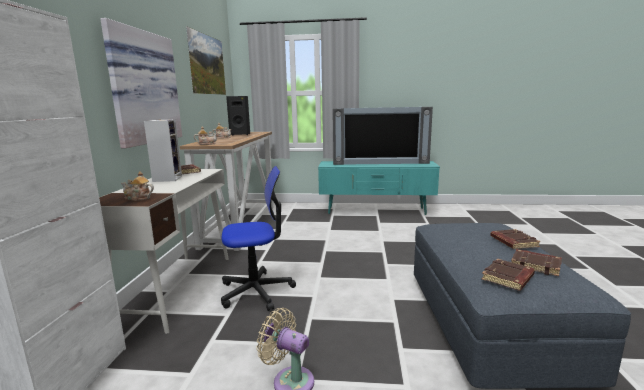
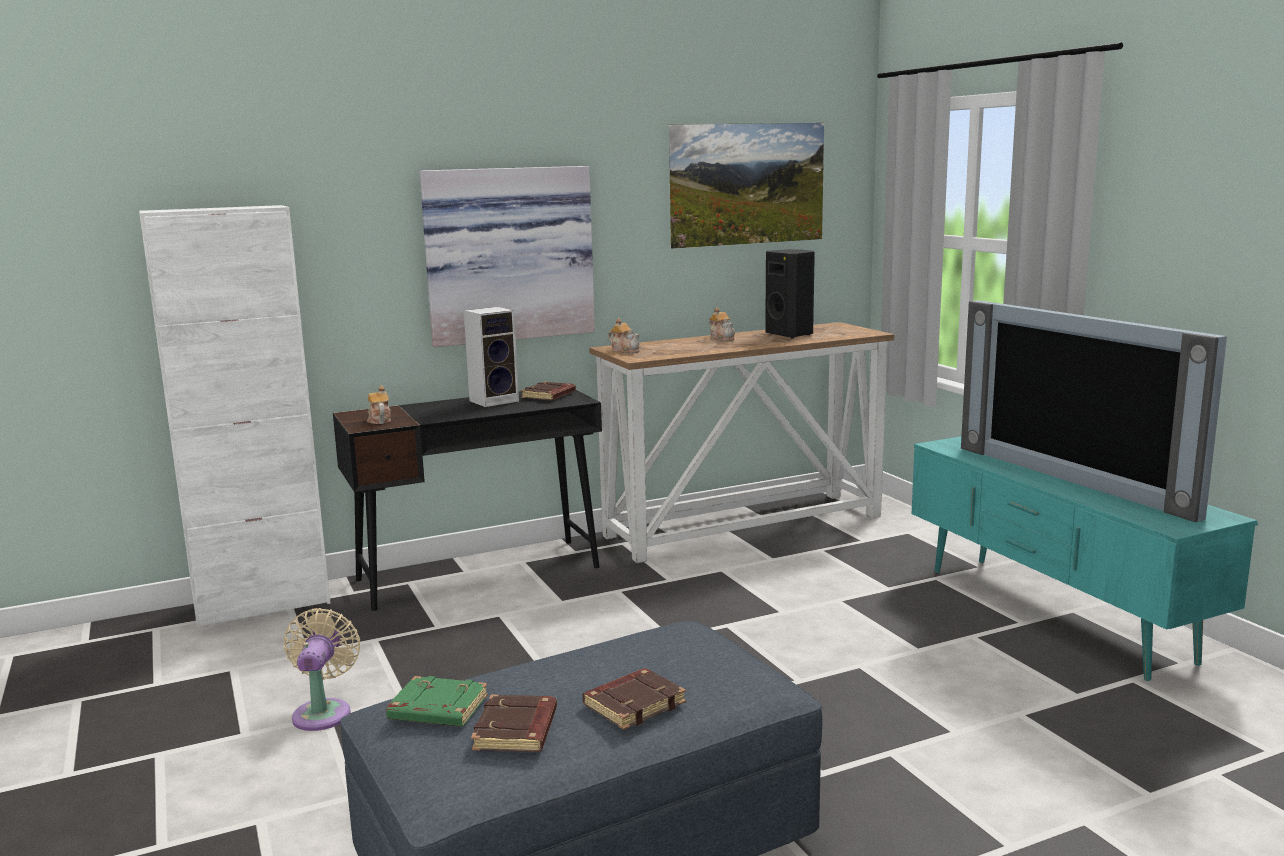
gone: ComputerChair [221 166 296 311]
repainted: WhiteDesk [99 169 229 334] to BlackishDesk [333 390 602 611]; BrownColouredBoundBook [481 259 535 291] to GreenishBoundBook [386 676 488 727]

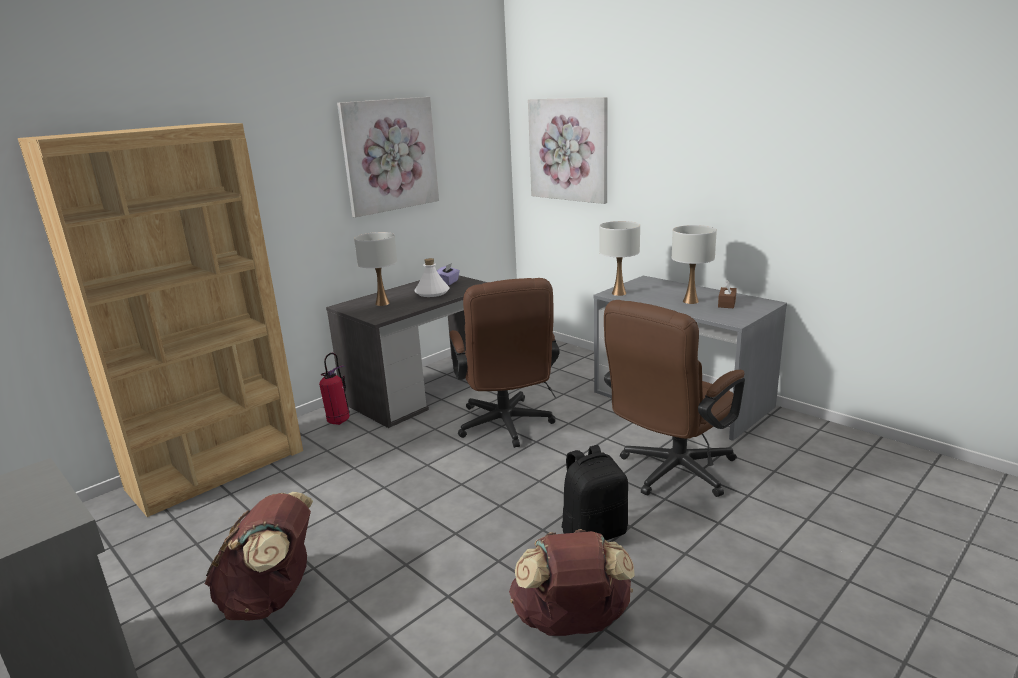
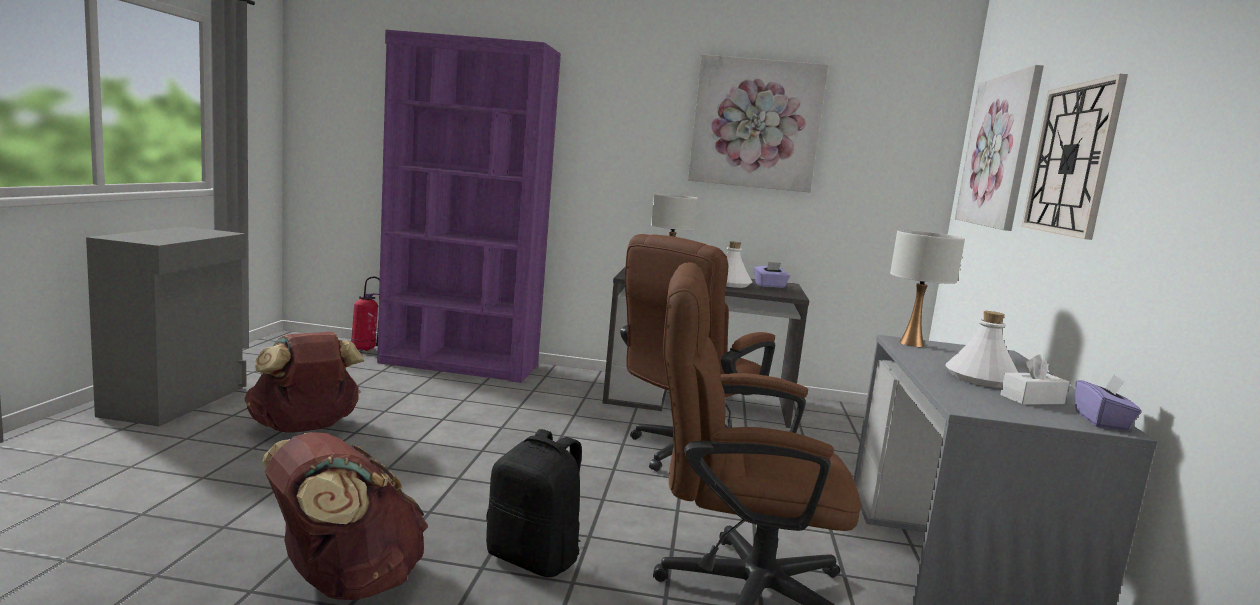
new: ClockOnTheWall [1021 74 1128 240]; PurpleTissueBox [1075 375 1142 431]
shifted: FireFightingCylinder [319 353 350 425] to [351 276 380 351]
swapped: WhiteTableLamp [672 225 717 304] to WhiteBeverageBottle [945 311 1018 388]
repainted: BrownColouredBookcase [18 123 303 517] to PurpleBookcase [377 30 561 383]; BrownColouredTissueBox [718 280 737 308] to WhiteTissueBox [1000 354 1069 405]

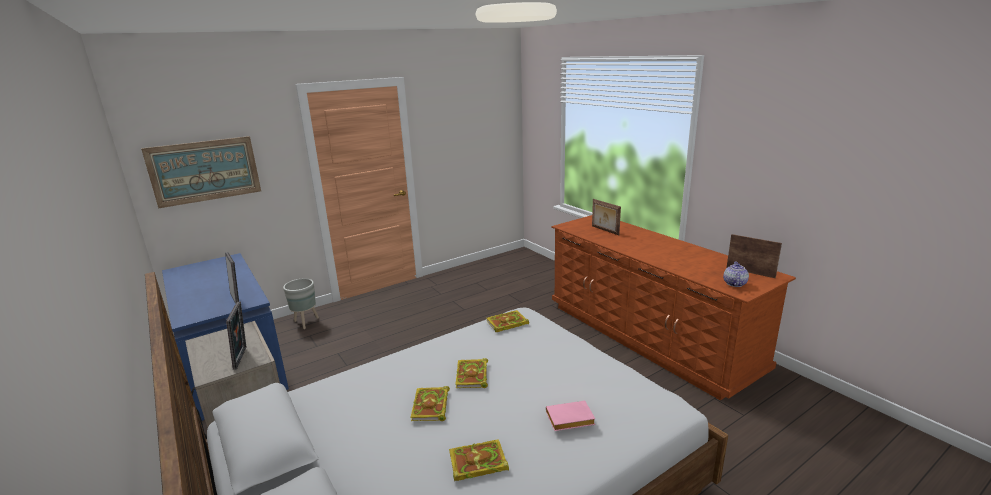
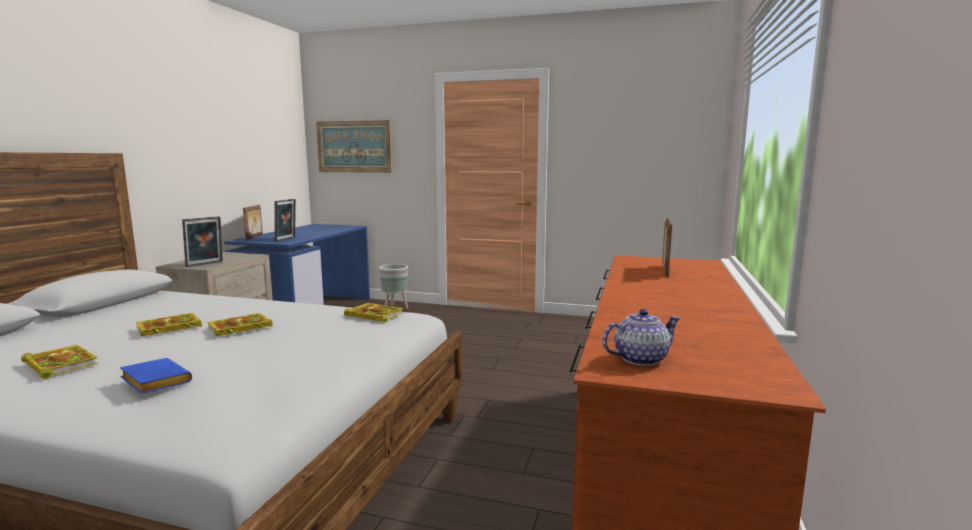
shifted: StandingFrame [726 234 782 278] to [243 205 263 240]
repainted: PinkishBoundBook [546 401 595 431] to BlueColouredBoundBook [120 358 192 394]

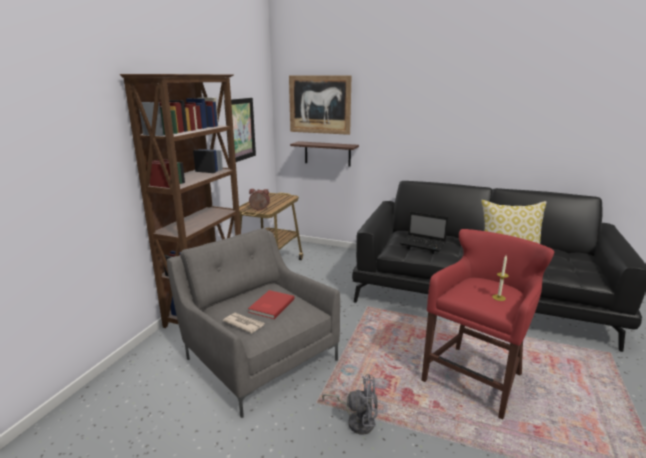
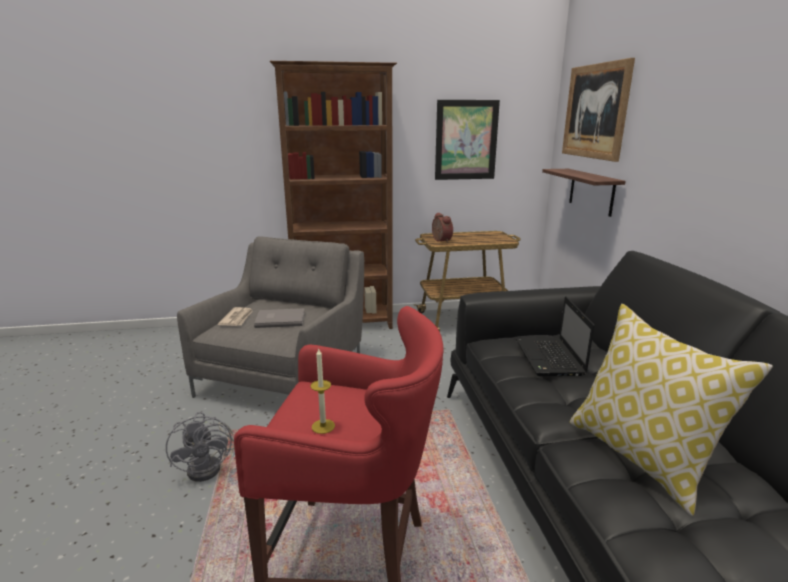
repainted: ReddishBoundBook [248 290 294 319] to GreyBoundBook [254 308 305 328]

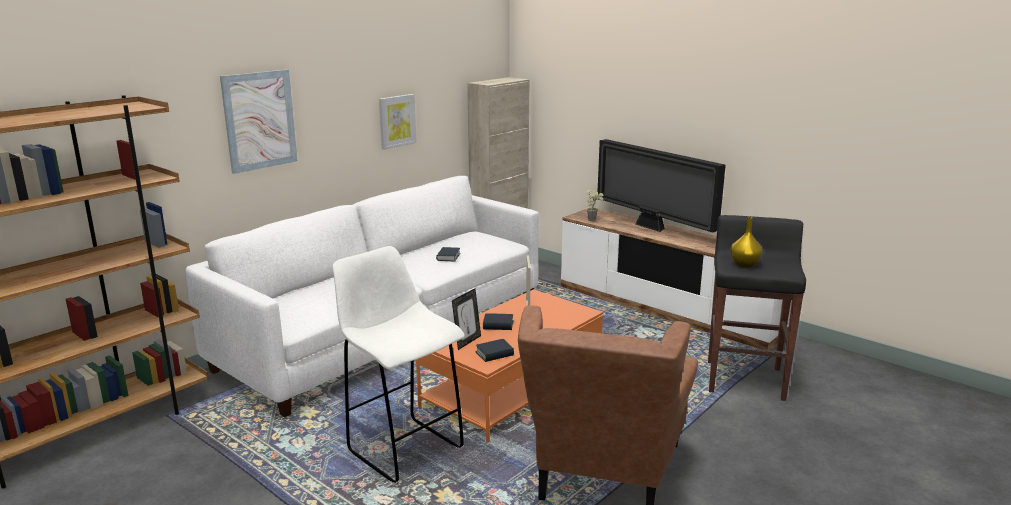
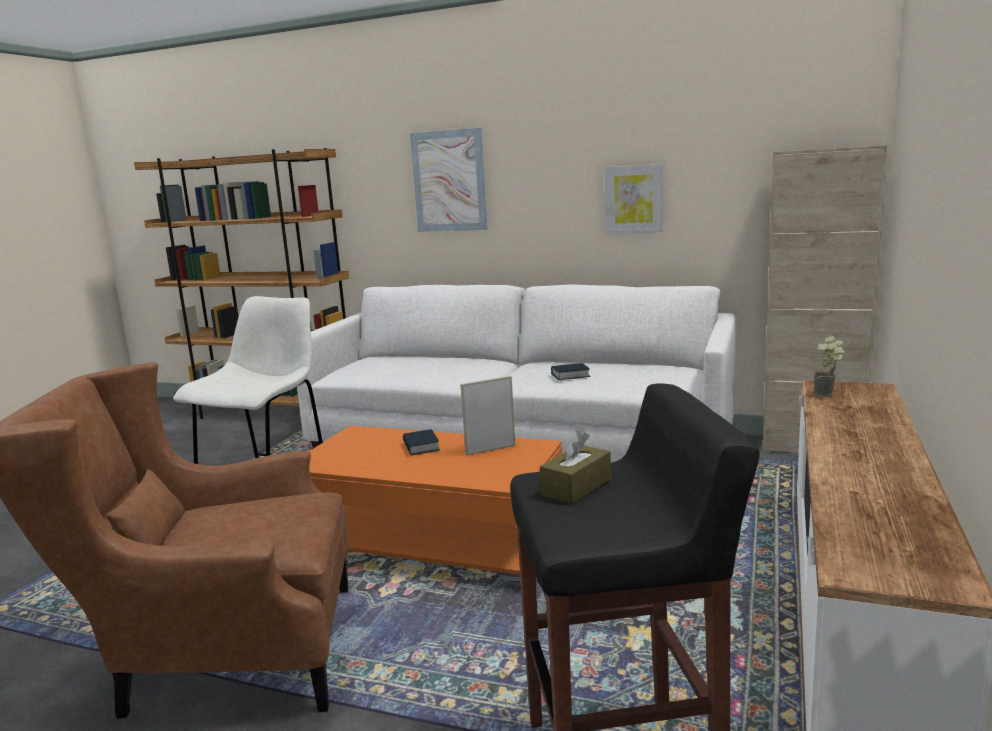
gone: Tv [598 139 726 233]; StandingFrame [452 288 481 350]; BoundBook [475 339 514 362]
swapped: YellowDecorativeVase [730 217 763 268] to BrownColouredTissueBox [540 431 611 504]

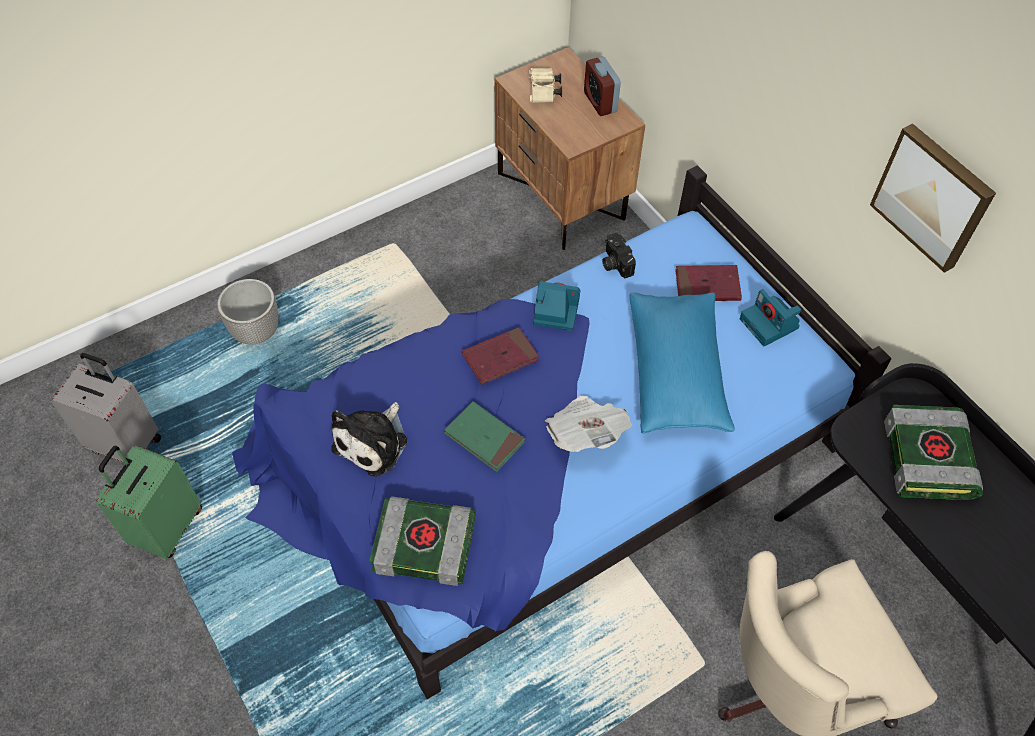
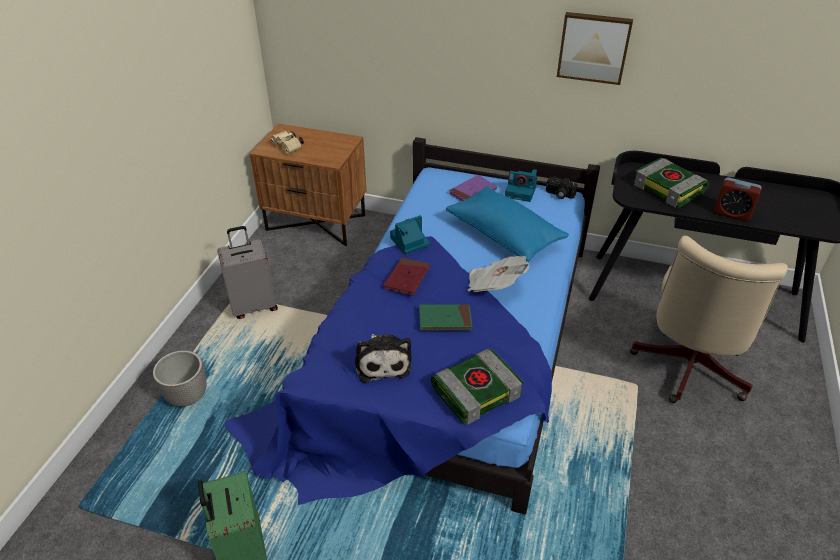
shifted: AlarmClock [584 56 621 116] to [714 177 761 221]; StillCamera [603 233 636 278] to [546 177 577 199]; GreyTravelCase [50 353 161 462] to [217 226 278 319]
repainted: ReddishBoundBook [675 265 742 301] to PurpleBoundBook [449 175 497 201]

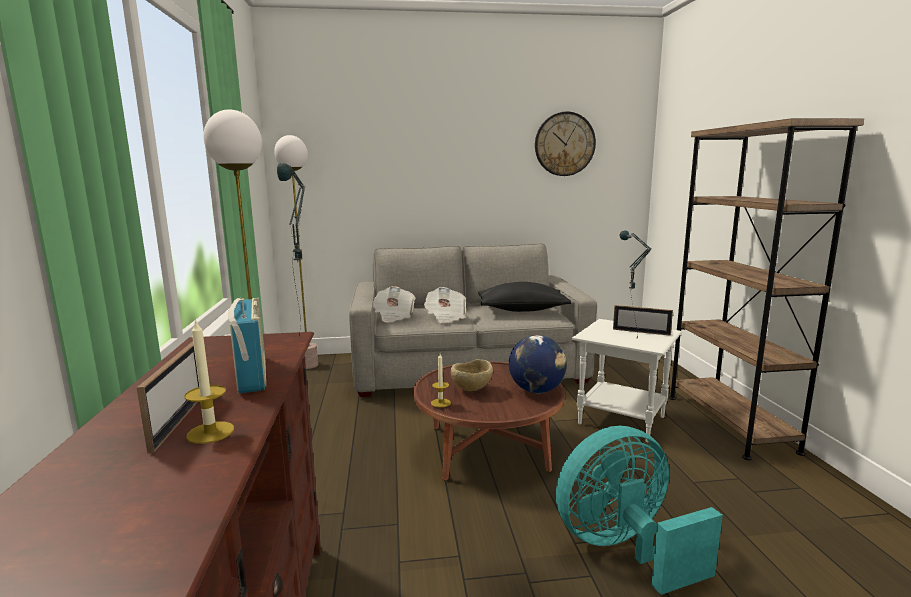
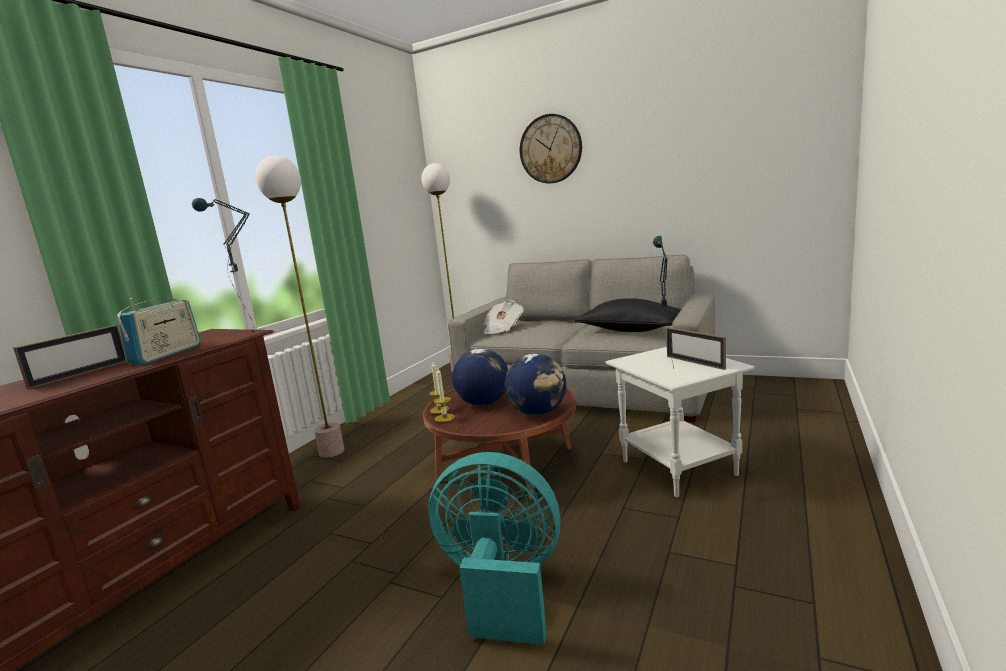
gone: BrownColouredBookcase [669 118 864 460]; DailyPaper [424 287 466 323]
shifted: ClockOnTheWall [535 111 596 176] to [520 114 582 183]; WaxCandle [184 318 234 444] to [434 368 455 422]
swapped: BeigeColouredDeepDish [451 359 493 391] to WorldGlobe [452 349 508 406]

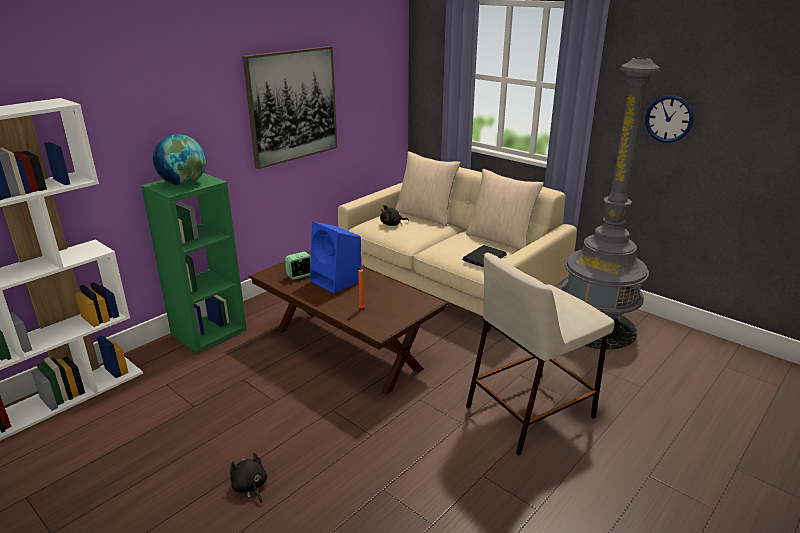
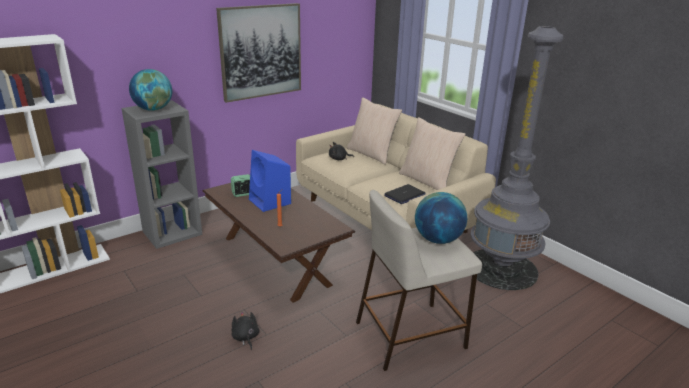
gone: ClockOnTheWall [645 95 694 143]
new: WorldGlobe [415 192 467 244]
shifted: BlackishPlushToy [230 453 267 503] to [232 312 259 350]
repainted: GreenishBookcase [141 173 247 353] to GreyBookcase [122 100 202 249]

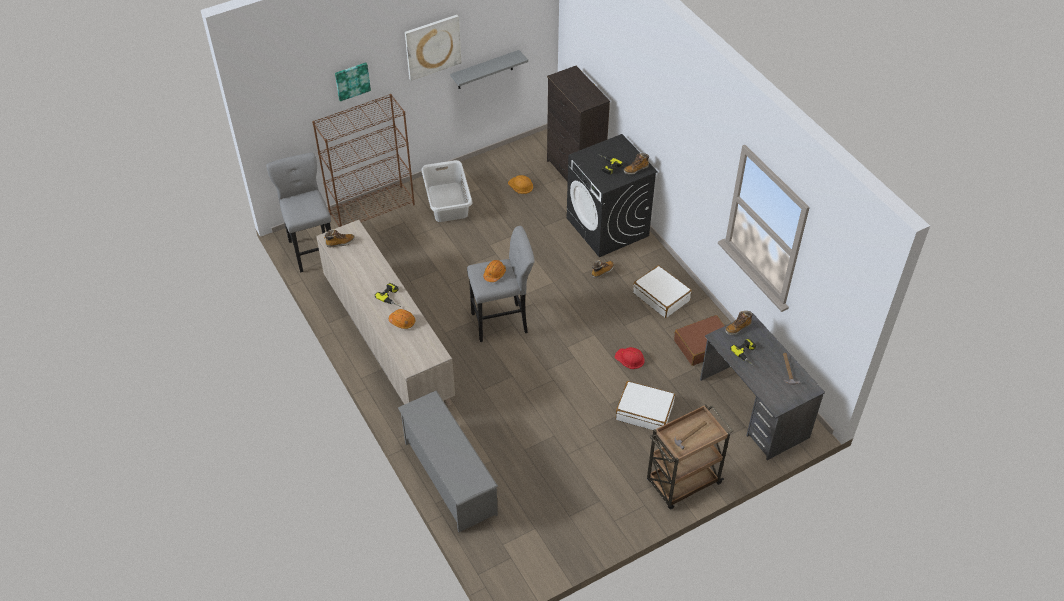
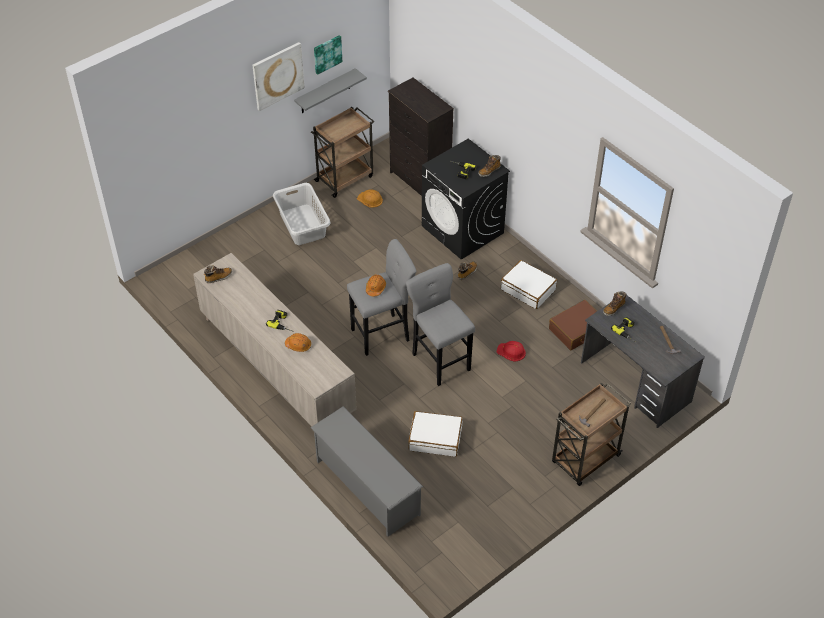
gone: BrownColouredBookcase [312 94 415 227]
new: BrownColouredTrolley [311 107 374 198]
shifted: WallPicture [335 62 371 101] to [314 35 342 75]; GreySittingStool [266 153 331 273] to [406 263 475 386]; WhiteTravelCase [615 381 675 430] to [408 411 463 457]

